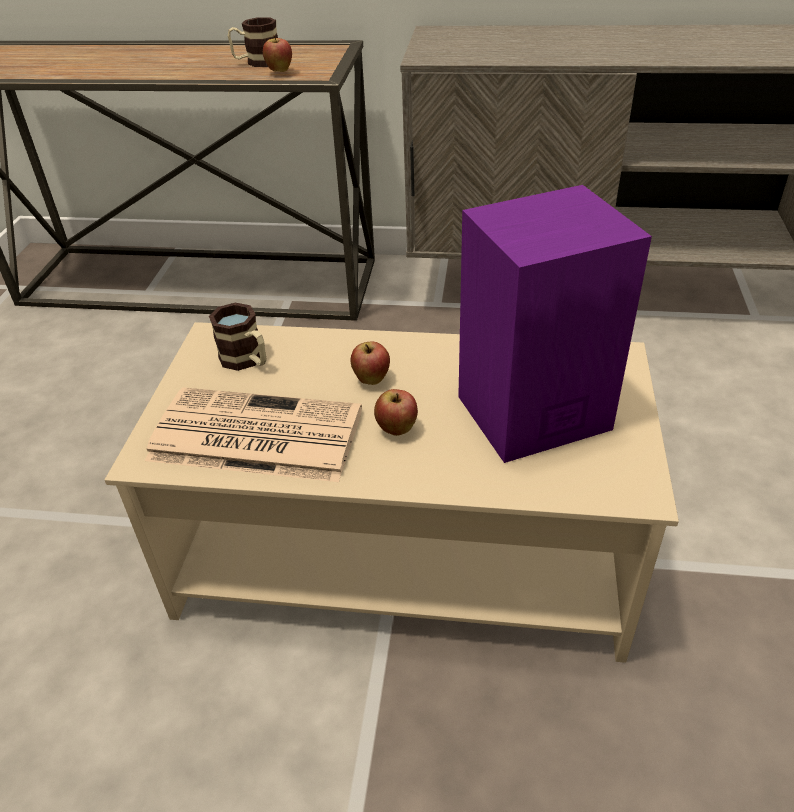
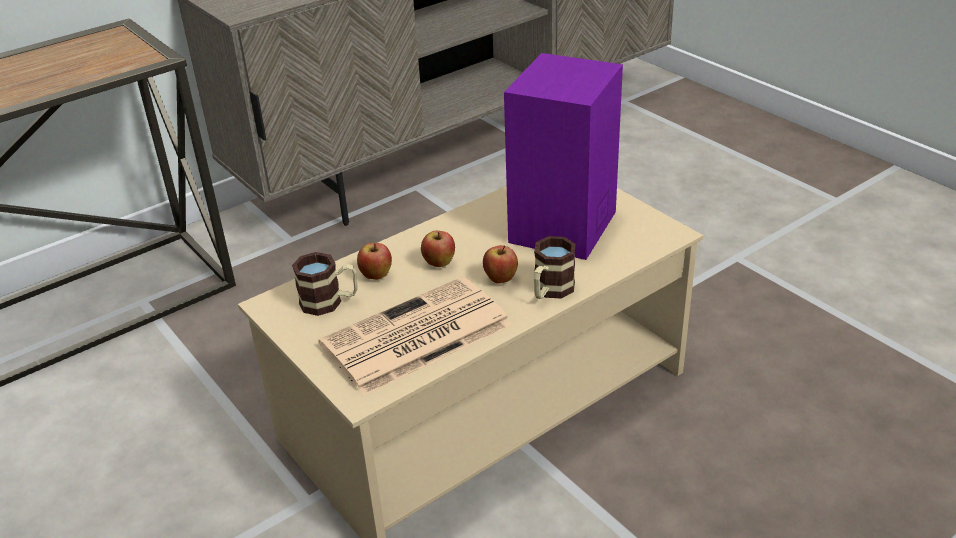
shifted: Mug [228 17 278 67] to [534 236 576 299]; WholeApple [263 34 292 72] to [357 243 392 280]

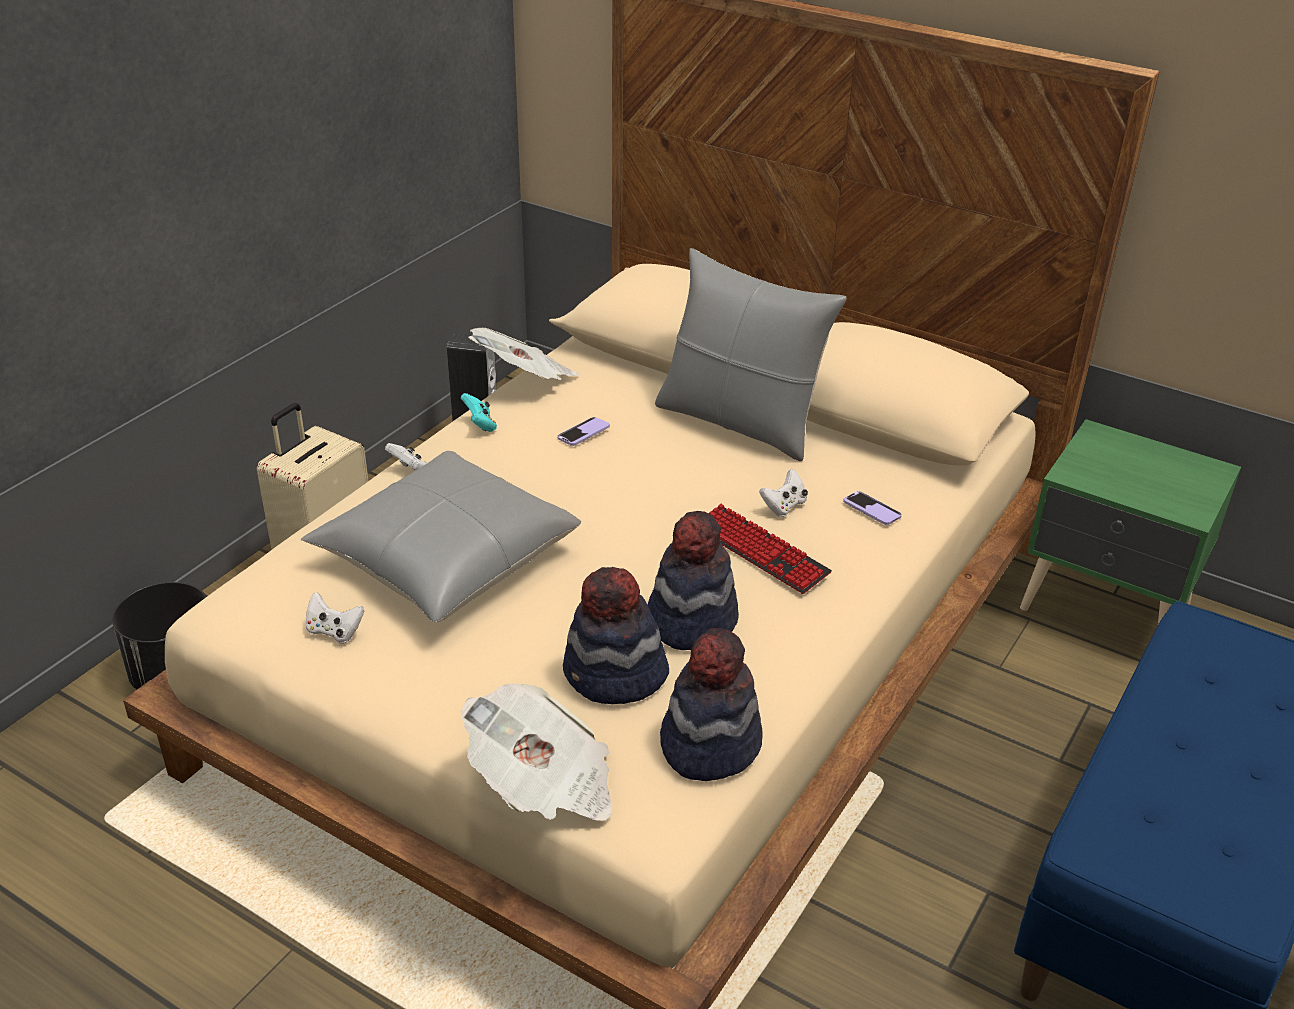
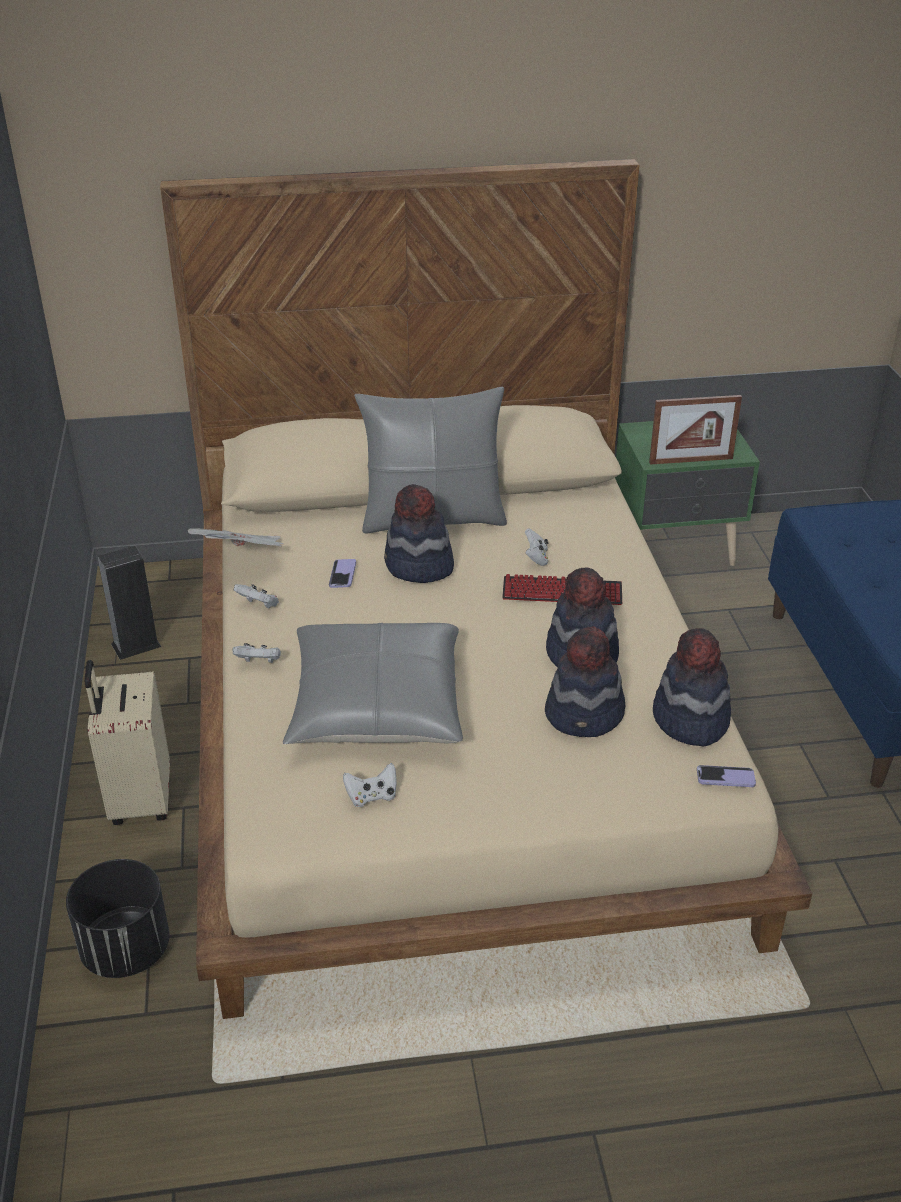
gone: DailyPaper [461 684 611 821]
new: StandingFrame [649 395 742 465]; Hat [384 484 454 583]
shifted: Phone [843 491 902 525] to [697 765 756 787]
repainted: TurquoiseJoypad [461 393 497 432] to WhiteJoypad [234 584 279 608]

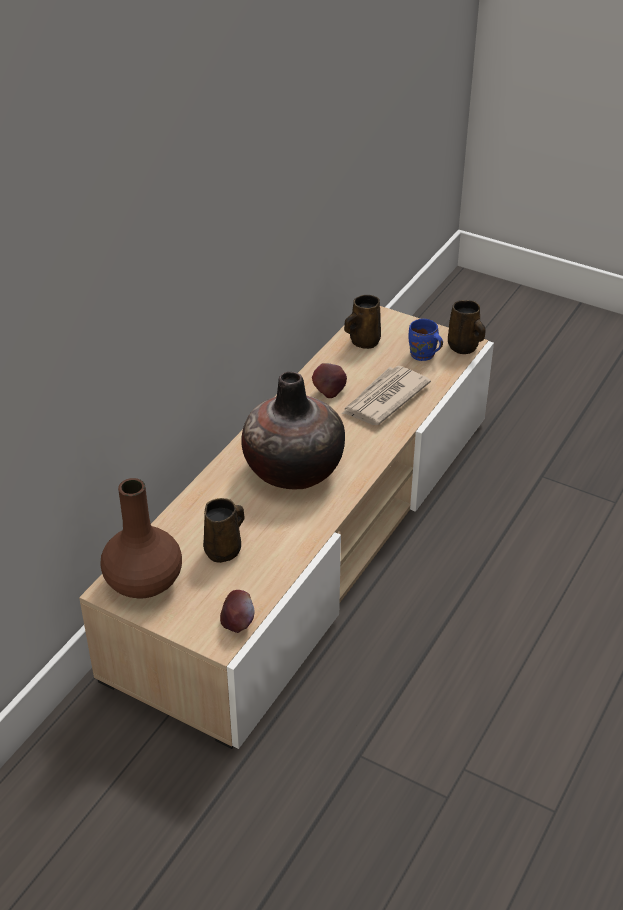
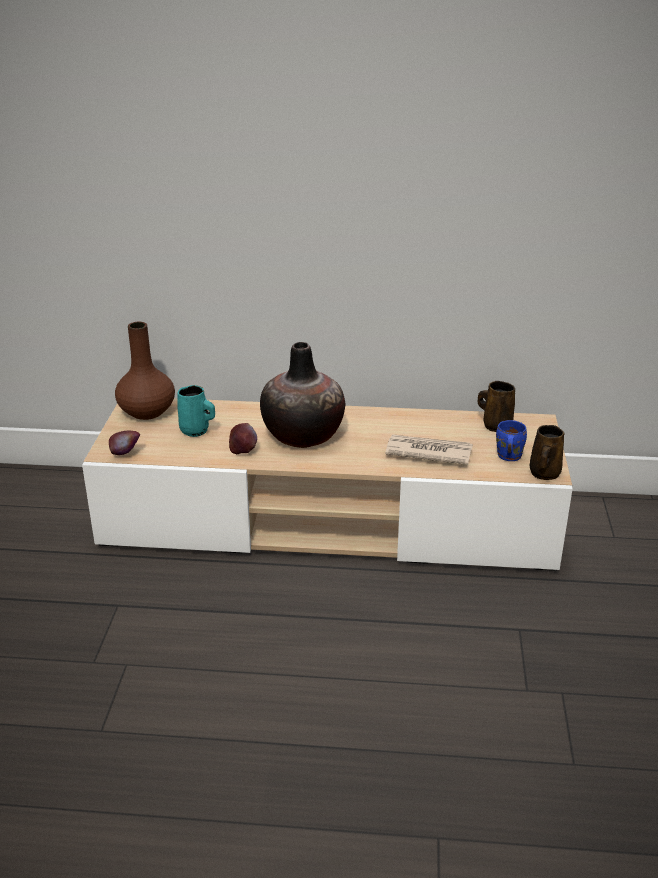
shifted: WholeApple [312 363 347 398] to [229 423 257 454]
repainted: BrownColouredMug [203 498 244 563] to TurquoiseMug [177 385 215 437]

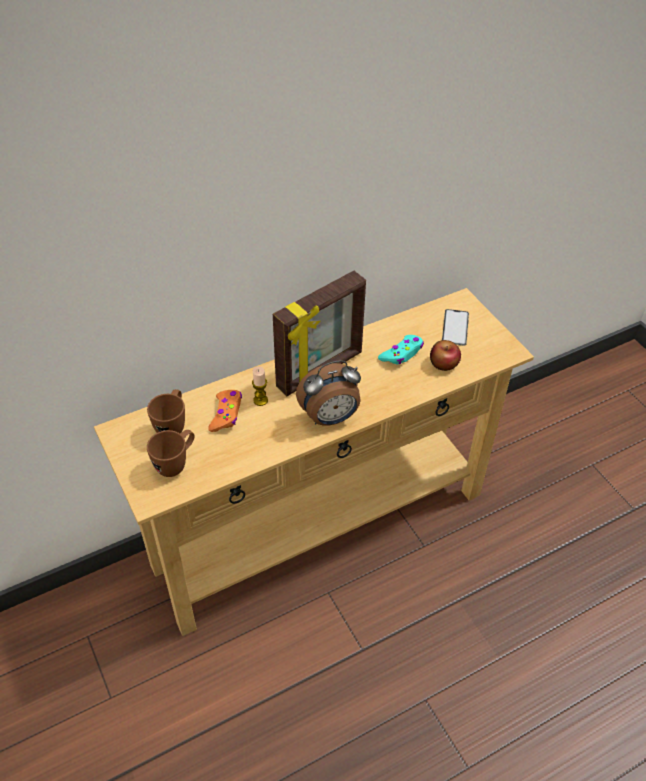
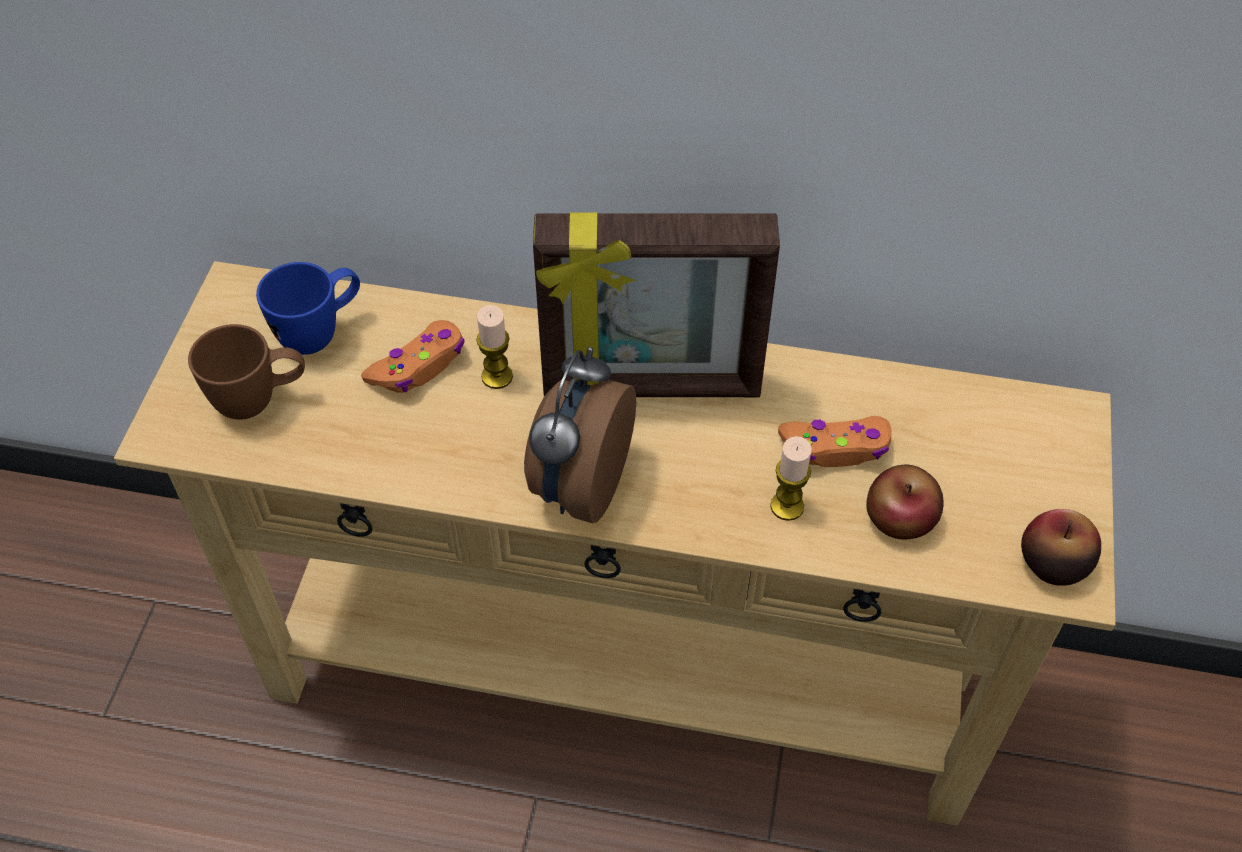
gone: Phone [442 309 469 346]
new: WaxCandle [770 436 812 521]; WholeApple [1021 509 1101 586]
repainted: TurquoiseJoypad [378 335 424 364] to OrangeColouredJoypad [778 416 892 467]; BrownColouredMug [147 389 185 434] to BlueColouredMug [256 262 360 355]
rotated: AlarmClock [296 360 361 426] = [524 347 636 523] 90 degrees clockwise

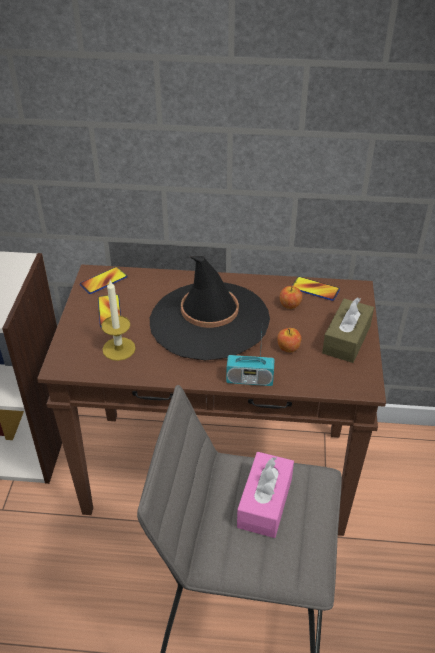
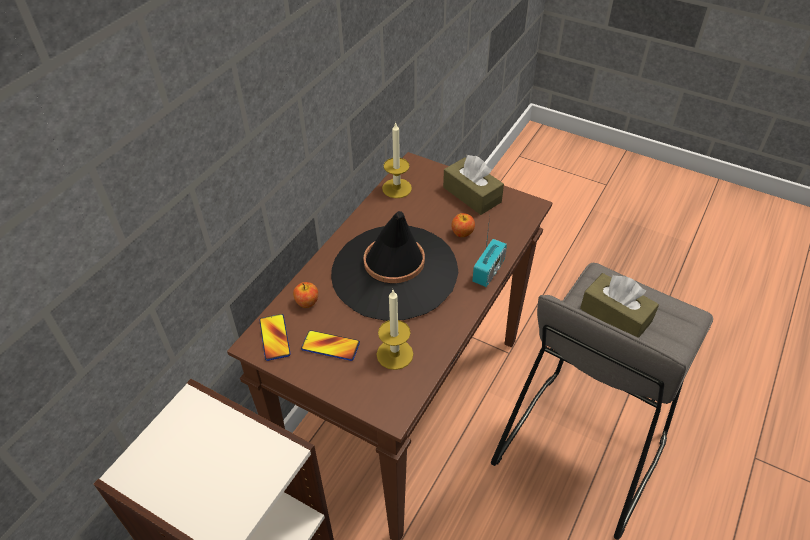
shifted: WholeApple [280 285 302 309] to [293 282 318 308]
swapped: Phone [293 277 340 301] to WaxCandle [382 122 412 198]
repainted: PinkishTissueBox [237 452 294 538] to BrownColouredTissueBox [580 273 659 338]

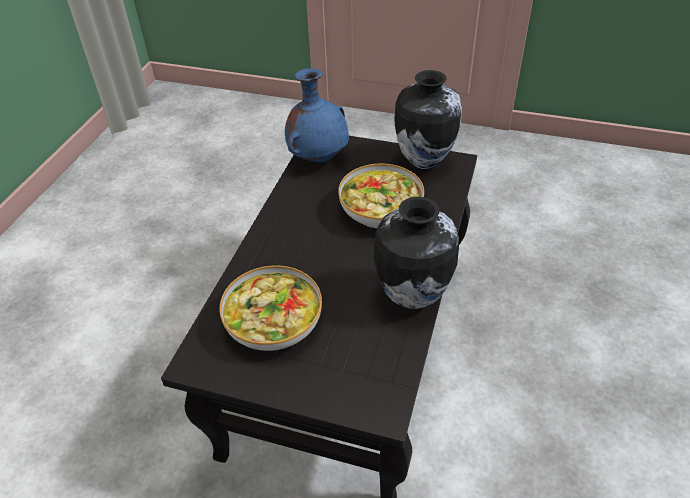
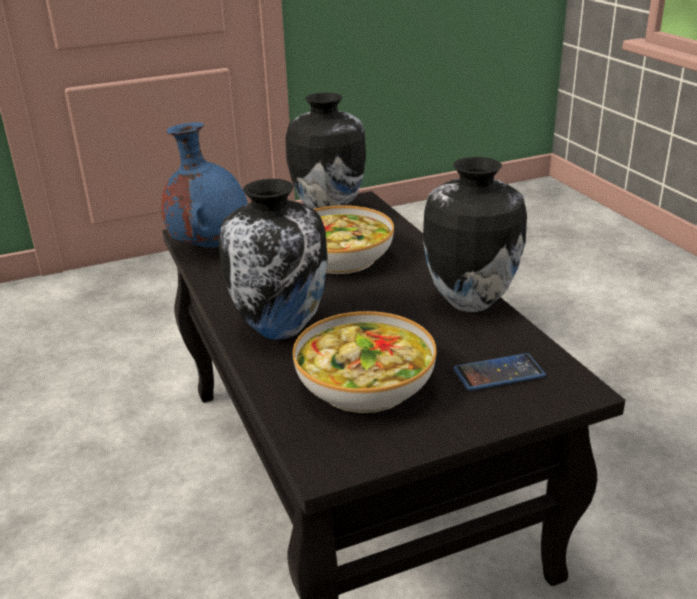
new: DecorativeVase [219 179 328 340]; Phone [453 353 546 391]

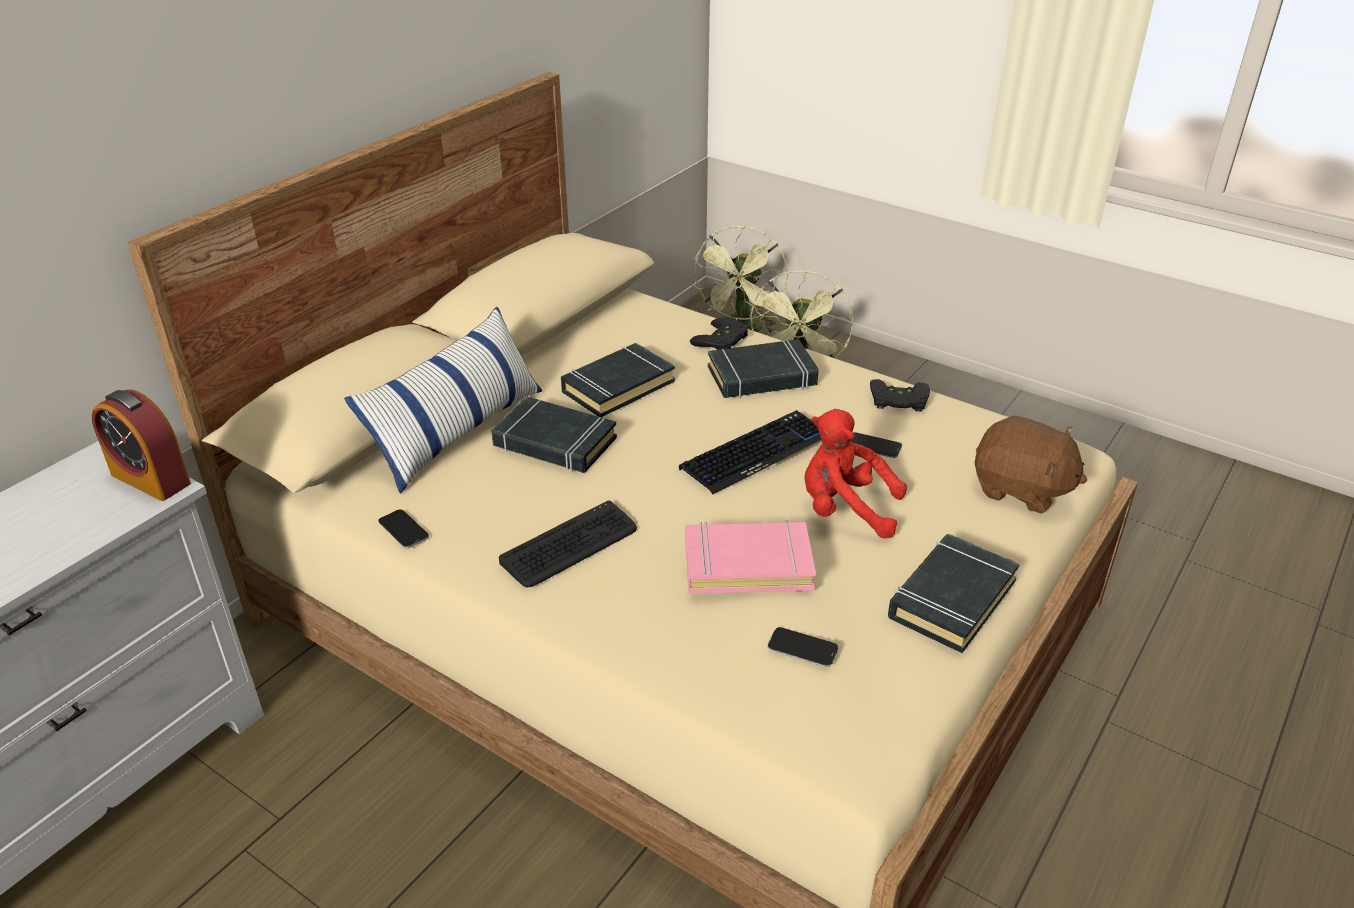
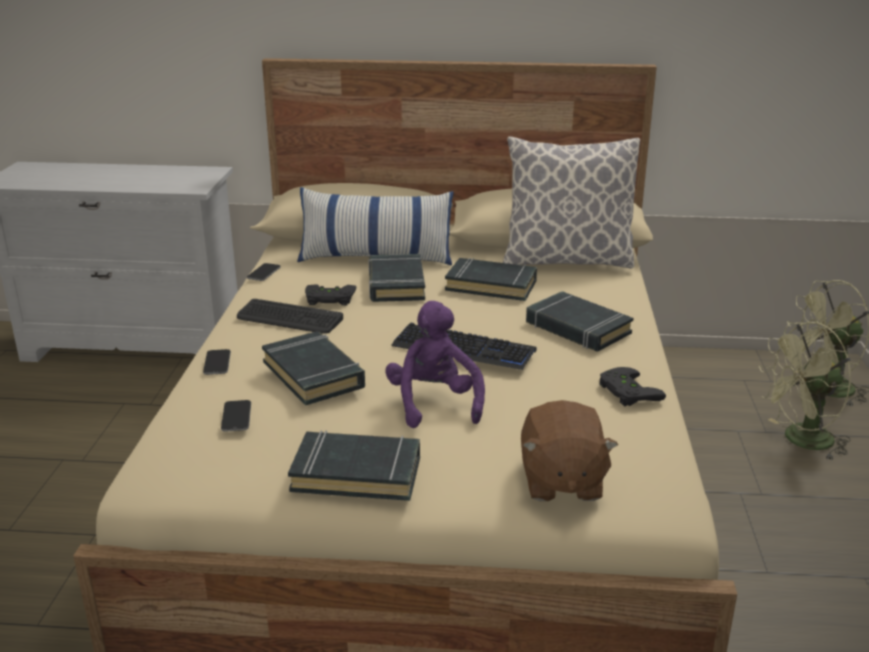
gone: AlarmClock [92 389 191 501]
new: ThrowPillow [503 136 640 269]
shifted: BlackishJoypad [690 318 748 350] to [305 284 356 305]; Phone [850 432 902 458] to [203 349 231 375]
repainted: ReddishPlushToy [804 409 907 539] to PurplePlushToy [385 301 485 428]; PinkishBoundBook [685 520 816 594] to BlackishBoundBook [262 331 365 406]

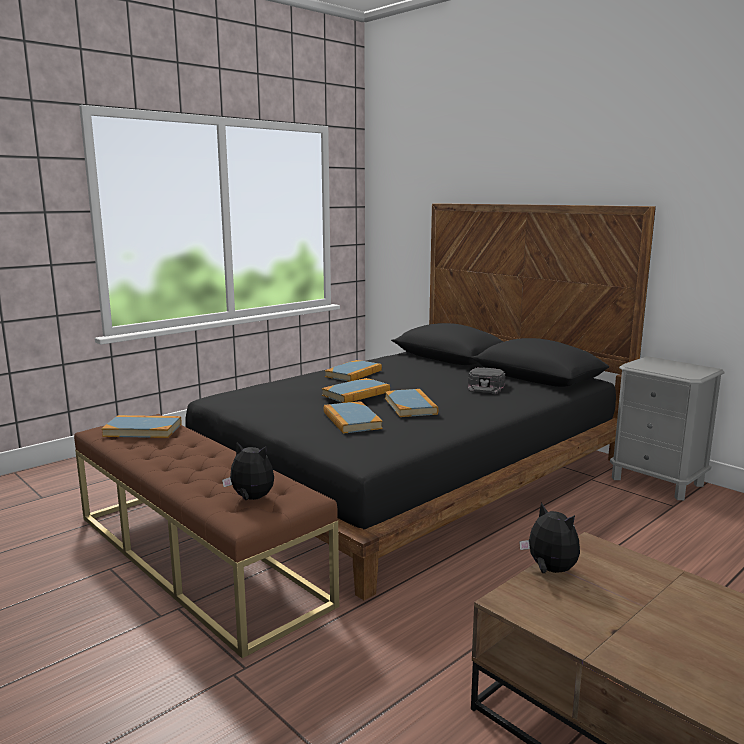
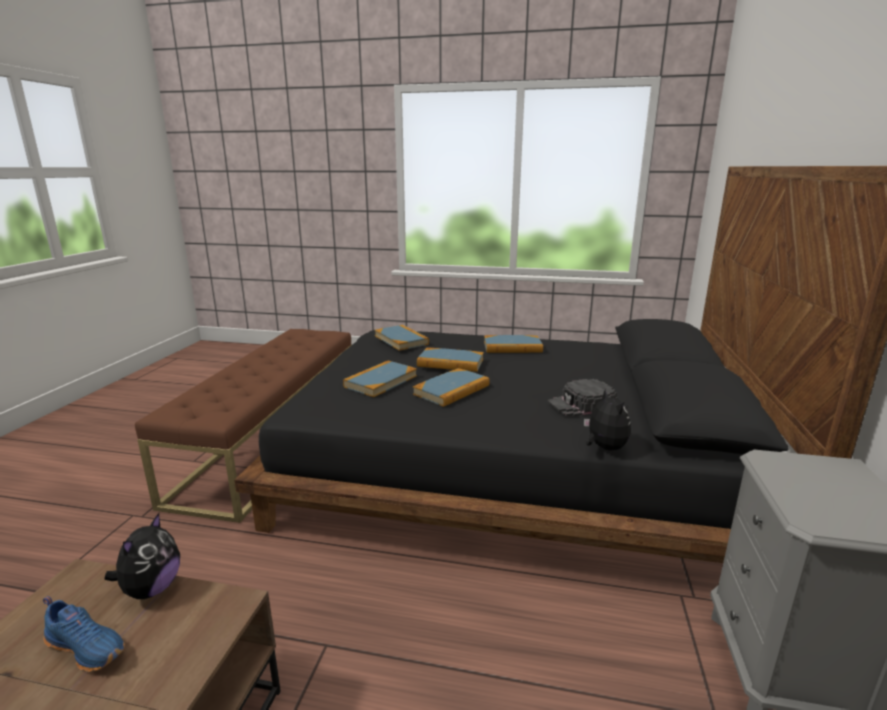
new: BlueColouredLowShoe [43 596 125 672]
shifted: BoundBook [101 415 182 438] to [375 325 429 351]; PlushToy [222 442 274 500] to [584 388 631 450]

